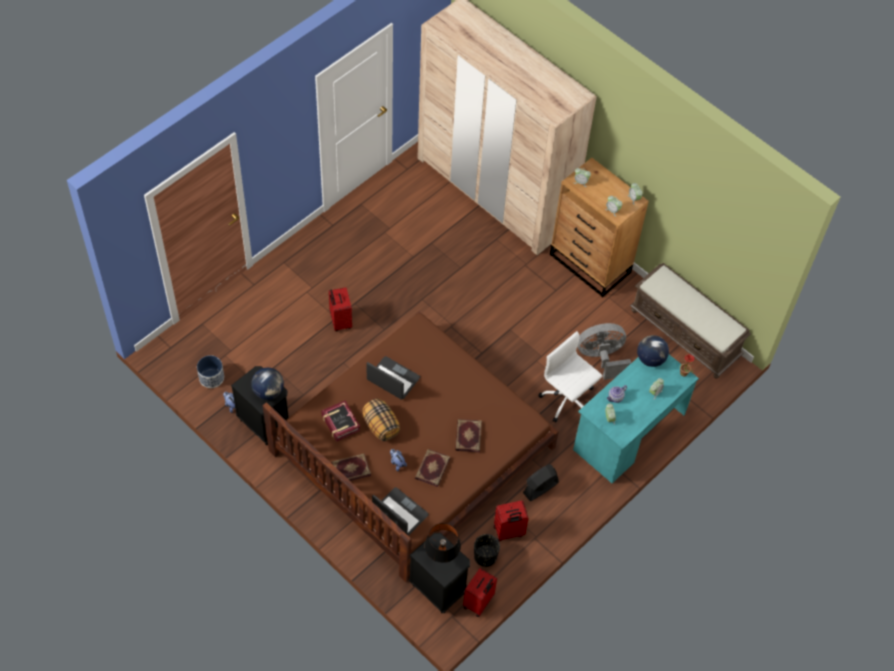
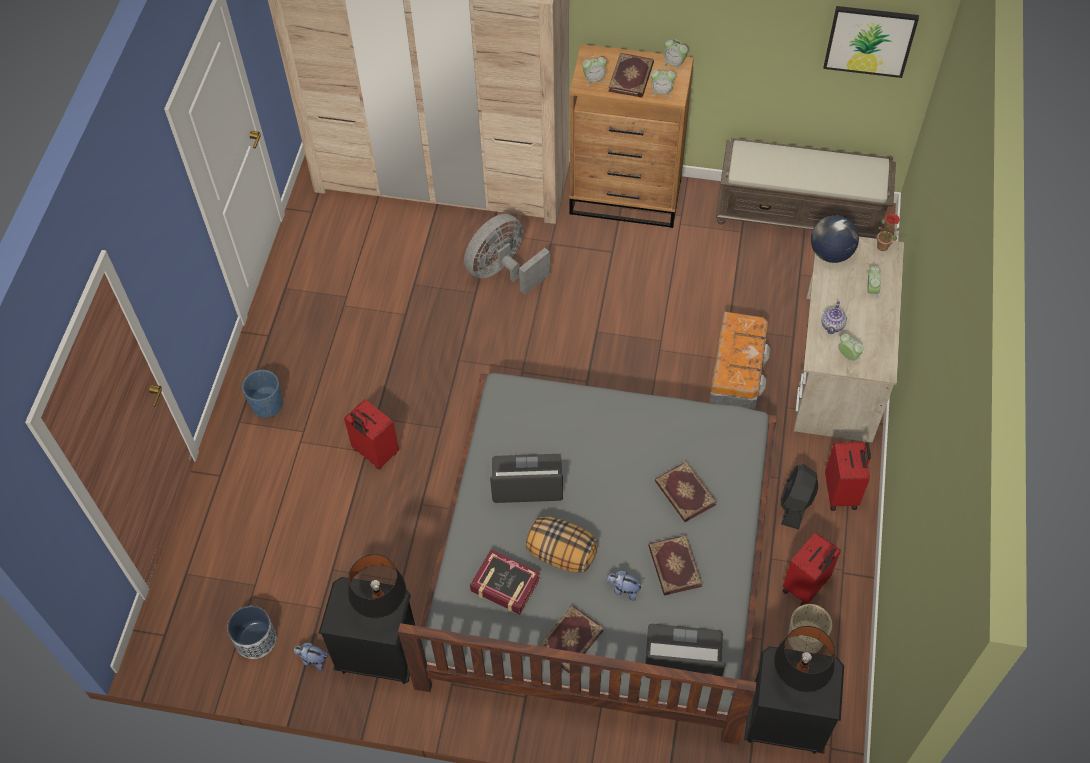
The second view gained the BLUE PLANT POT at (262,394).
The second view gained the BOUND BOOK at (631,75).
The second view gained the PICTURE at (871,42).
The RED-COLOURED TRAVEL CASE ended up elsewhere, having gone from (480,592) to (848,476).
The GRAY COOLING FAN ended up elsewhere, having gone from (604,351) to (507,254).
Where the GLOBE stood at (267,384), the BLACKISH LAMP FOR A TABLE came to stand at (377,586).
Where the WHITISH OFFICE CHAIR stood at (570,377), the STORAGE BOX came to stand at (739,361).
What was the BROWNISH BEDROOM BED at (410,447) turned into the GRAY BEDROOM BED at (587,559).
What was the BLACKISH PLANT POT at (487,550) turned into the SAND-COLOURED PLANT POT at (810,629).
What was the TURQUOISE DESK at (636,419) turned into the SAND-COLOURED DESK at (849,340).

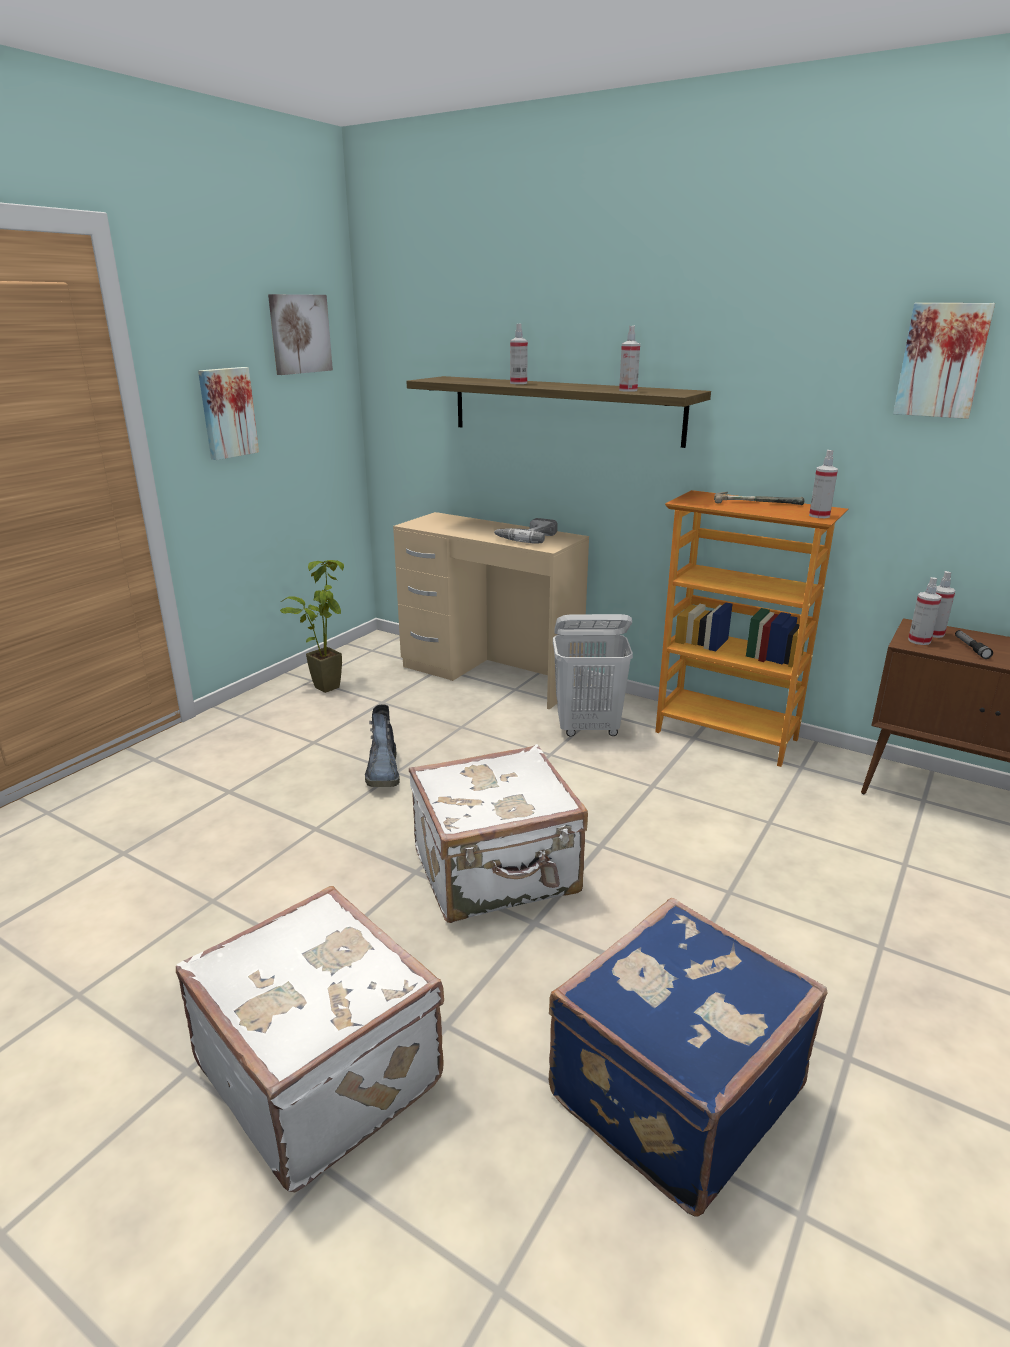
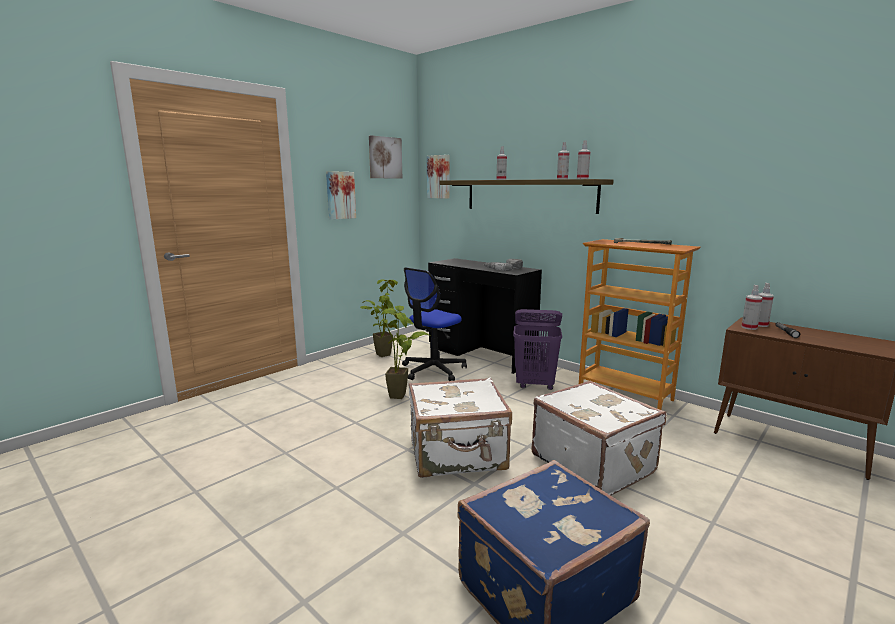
The second view gained the OFFICE CHAIR at (434,324).
The WHITISH TRAVEL CASE ended up elsewhere, having gone from (310,1039) to (598,438).
The SPRAYER ended up elsewhere, having gone from (823,484) to (583,159).
The PICTURE ended up elsewhere, having gone from (944,361) to (438,177).
Where the BOOT stood at (382,745), the POTTED PLANT came to stand at (404,352).
What was the SAND-COLOURED DESK at (491,610) turned into the BLACKISH DESK at (485,316).
What was the WHITISH WASHING BASKET at (593,675) turned into the PURPLE-COLOURED WASHING BASKET at (537,349).

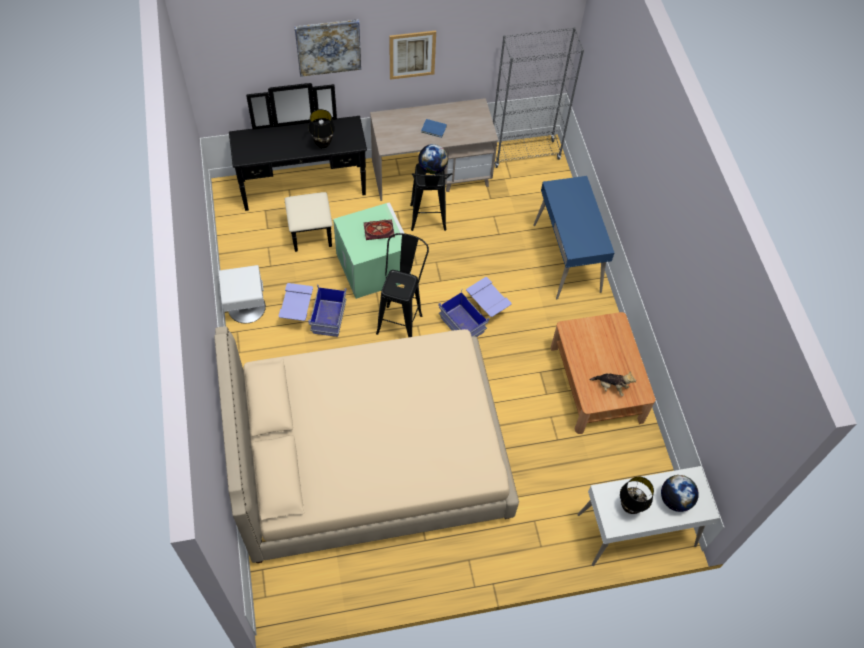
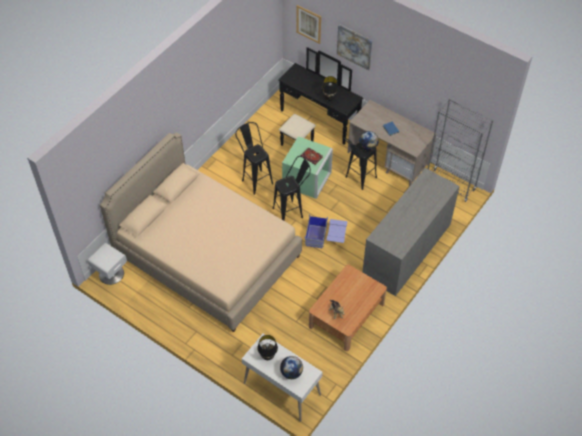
The WHITISH BEDSIDE TABLE ended up elsewhere, having gone from (242,294) to (107,264).
The PICTURE ended up elsewhere, having gone from (412,55) to (308,24).
Where the BLUE STORAGE BOX stood at (312,310), the BLACKISH STOOL SEAT came to stand at (254,158).
Where the BLUE DESK stood at (573,237), the GRAY DRAWER CHEST came to stand at (411,232).

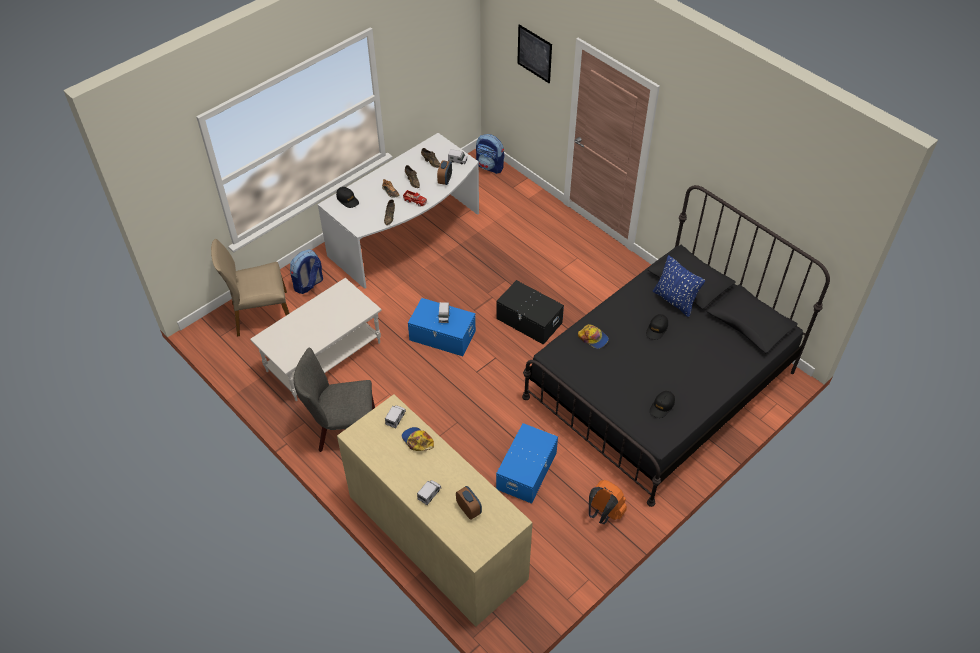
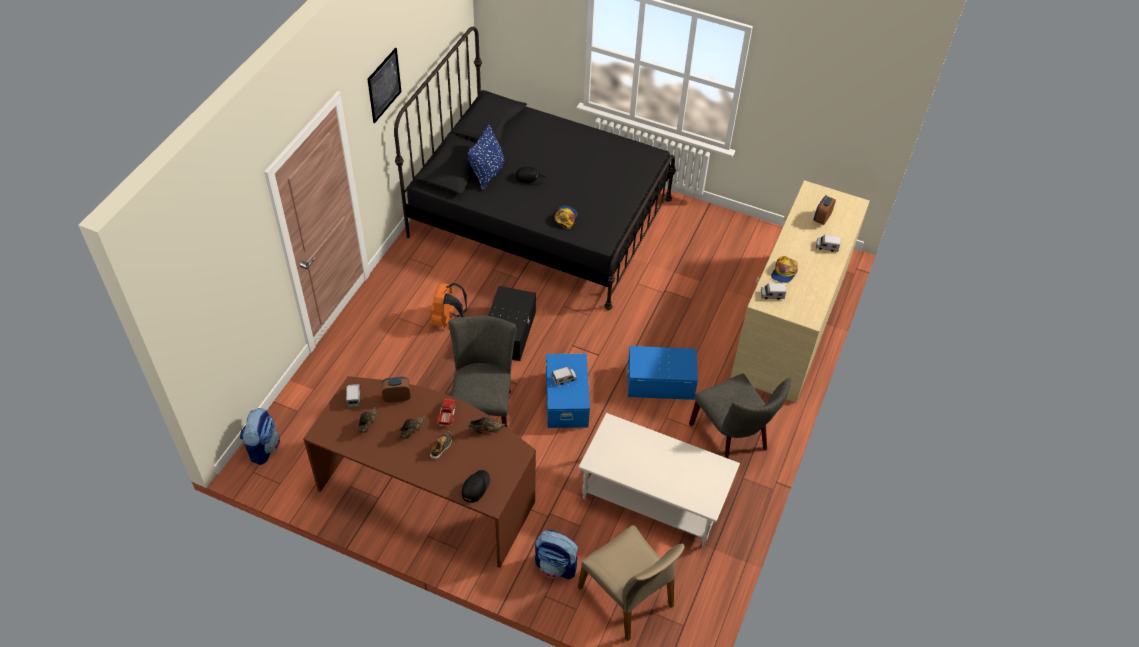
The second view lost the BLACKISH BASEBALL CAP at (662,404).
The second view gained the GRAY CHAIR at (483,371).
The BLUE STORAGE BOX ended up elsewhere, having gone from (527,463) to (662,373).
The PICTURE ended up elsewhere, having gone from (534,53) to (384,85).
The ORANGEY BACKPACK ended up elsewhere, having gone from (608,502) to (448,305).
What was the WHITISH DESK at (398,211) turned into the BROWNISH DESK at (419,472).

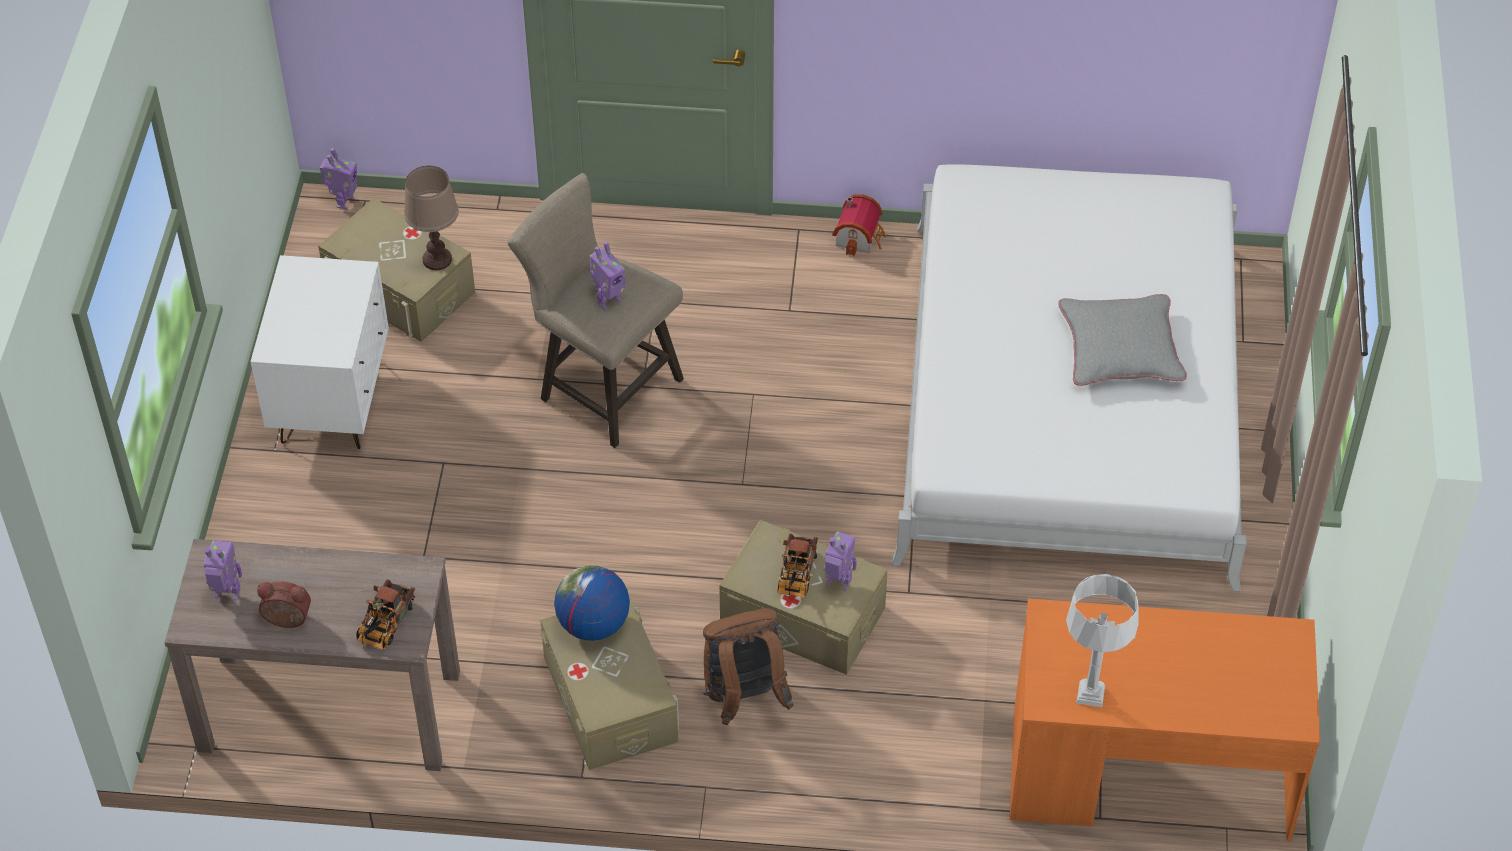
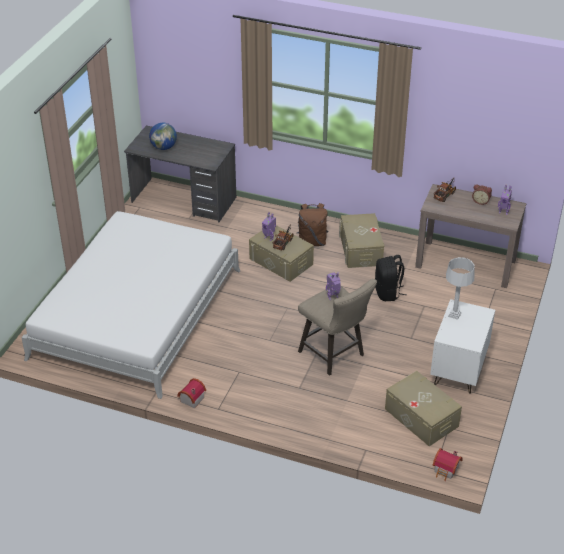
The second view lost the BROWNISH LAMP FOR A TABLE at (431,218).
The second view lost the GRAY THROW PILLOW at (1122,340).
The second view gained the BLACKISH BACKPACK at (391,278).
The GLOBE ended up elsewhere, having gone from (592,603) to (163,136).
The GRAY LAMP FOR A TABLE ended up elsewhere, having gone from (1102,640) to (460,288).
Where the ROBOT FIGURE stood at (338,178), the MINIATURE HOUSE came to stand at (447,464).
What was the ORANGEY DESK at (1165,720) turned into the GRAY DESK at (180,174).

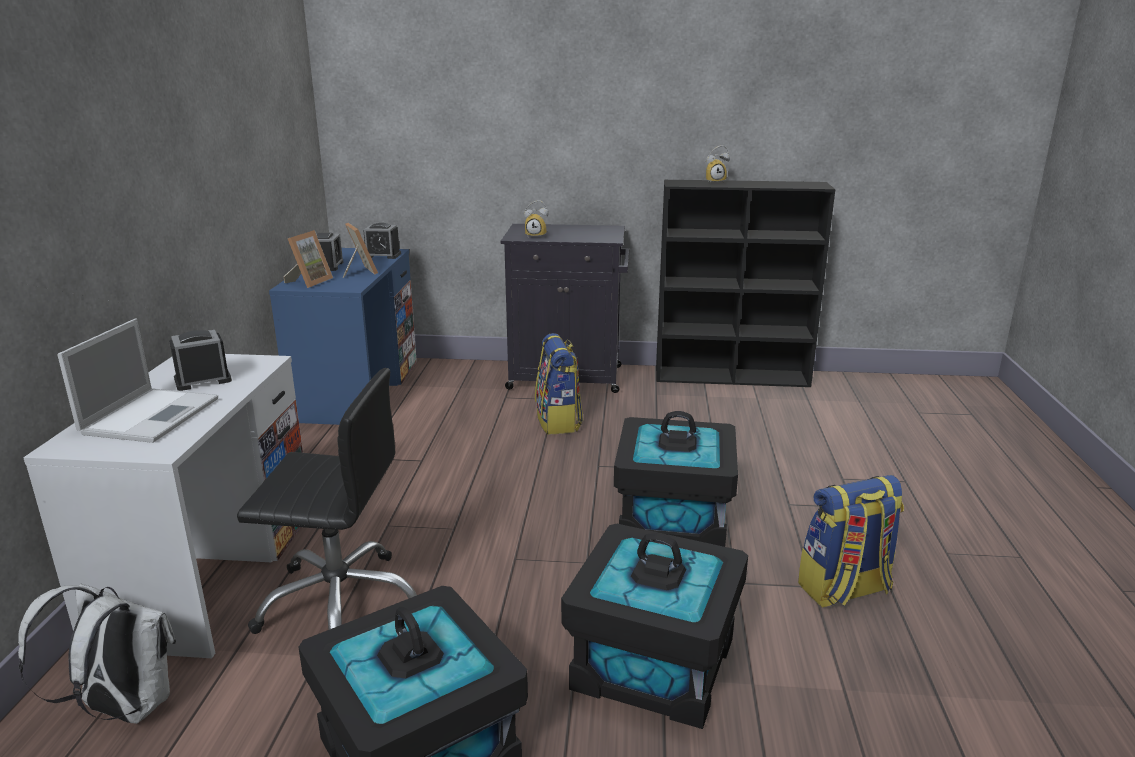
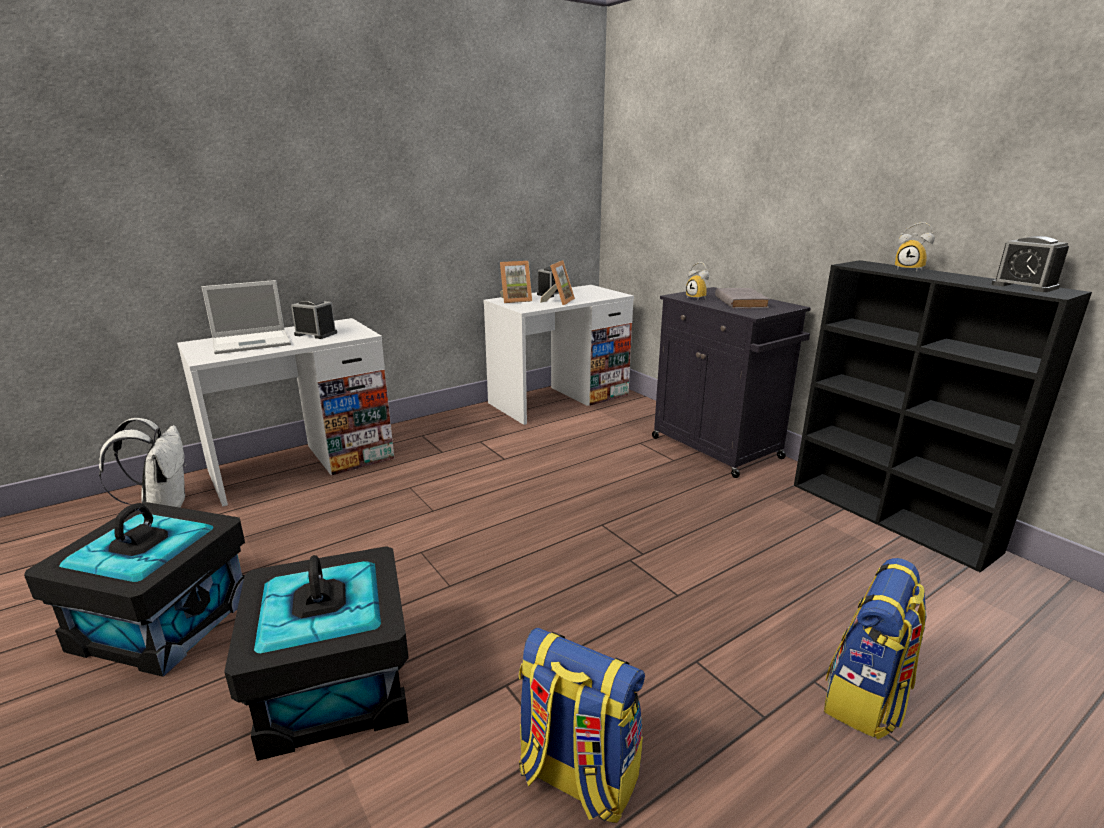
The second view lost the BLACKISH OFFICE CHAIR at (327,501).
The second view lost the BLACKISH STORAGE BOX at (676,479).
The second view gained the GRAY BOUND BOOK at (742,298).
The BEDSIDE CLOCK ended up elsewhere, having gone from (382,241) to (1030,264).
The BACKPACK ended up elsewhere, having gone from (559,384) to (875,648).
What was the BLUE DESK at (343,336) turned into the WHITISH DESK at (558,355).

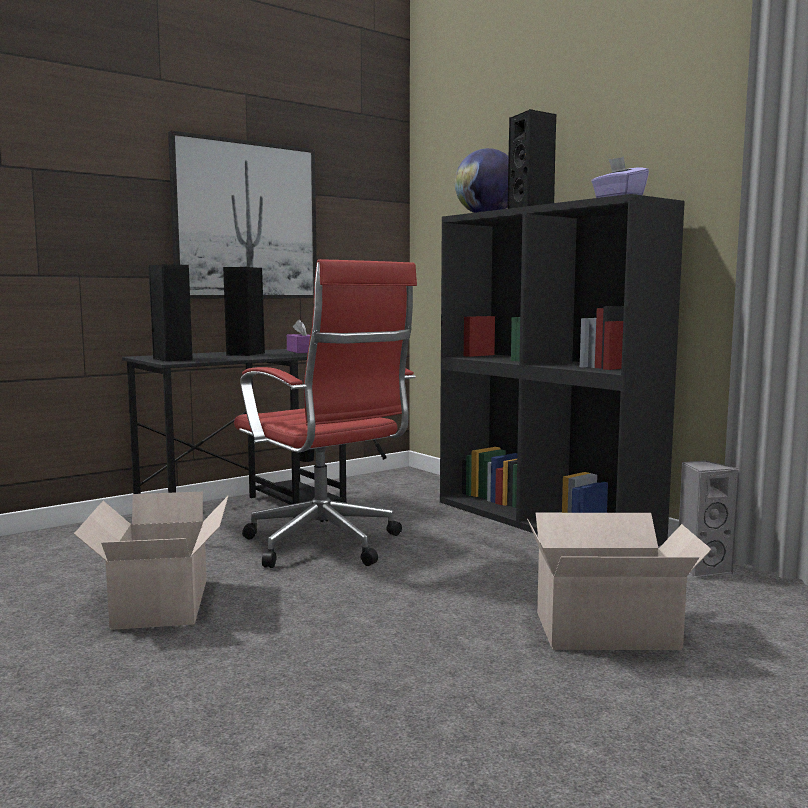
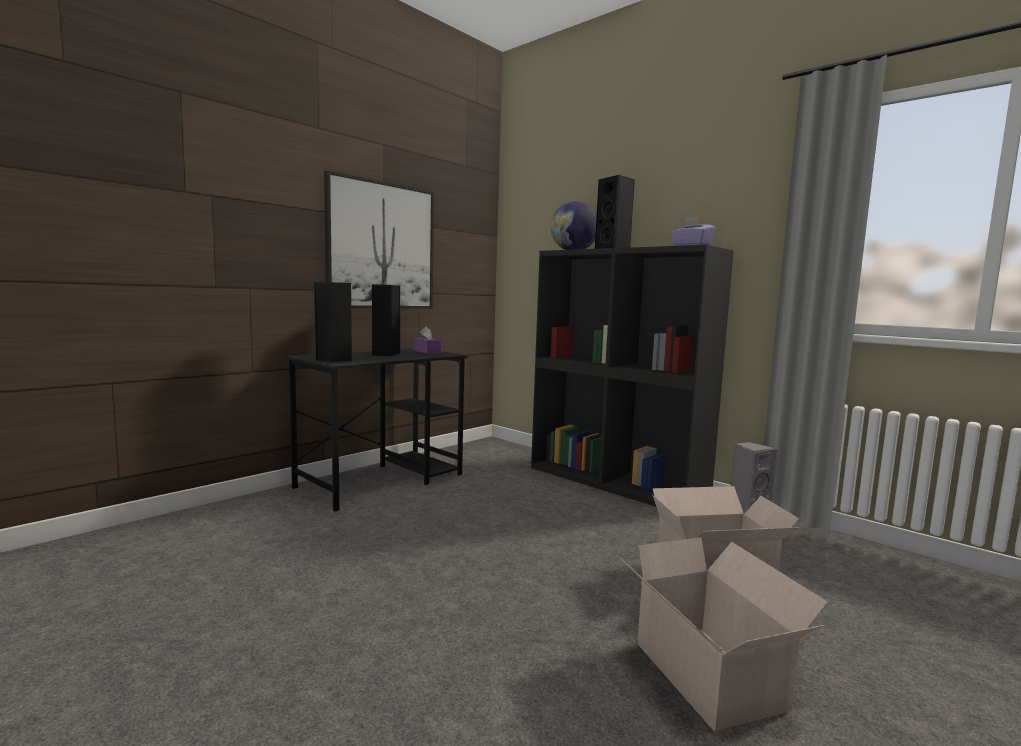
The second view lost the RED-COLOURED OFFICE CHAIR at (325,413).
The CARDBOARD BOX ended up elsewhere, having gone from (151,560) to (723,634).

